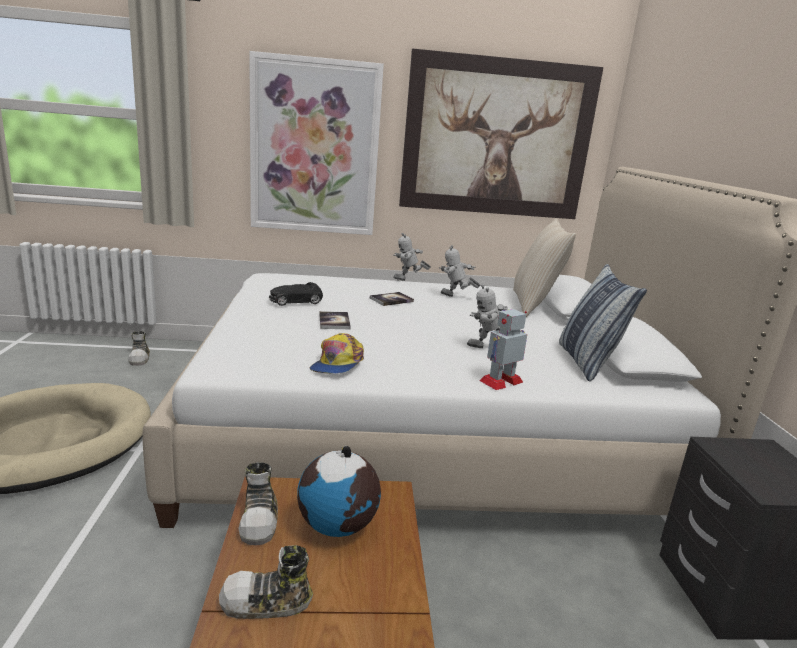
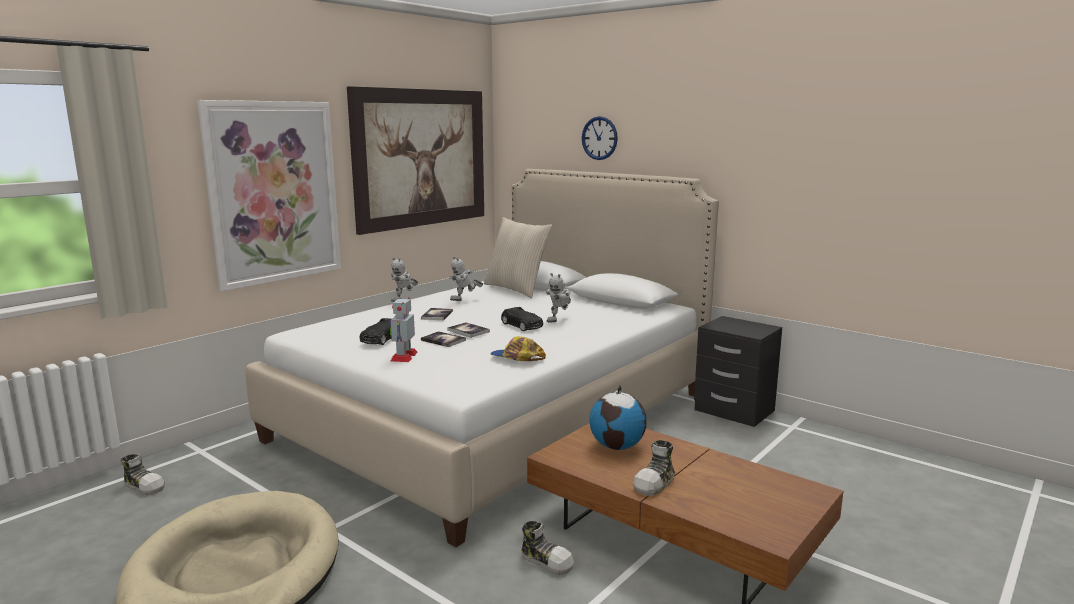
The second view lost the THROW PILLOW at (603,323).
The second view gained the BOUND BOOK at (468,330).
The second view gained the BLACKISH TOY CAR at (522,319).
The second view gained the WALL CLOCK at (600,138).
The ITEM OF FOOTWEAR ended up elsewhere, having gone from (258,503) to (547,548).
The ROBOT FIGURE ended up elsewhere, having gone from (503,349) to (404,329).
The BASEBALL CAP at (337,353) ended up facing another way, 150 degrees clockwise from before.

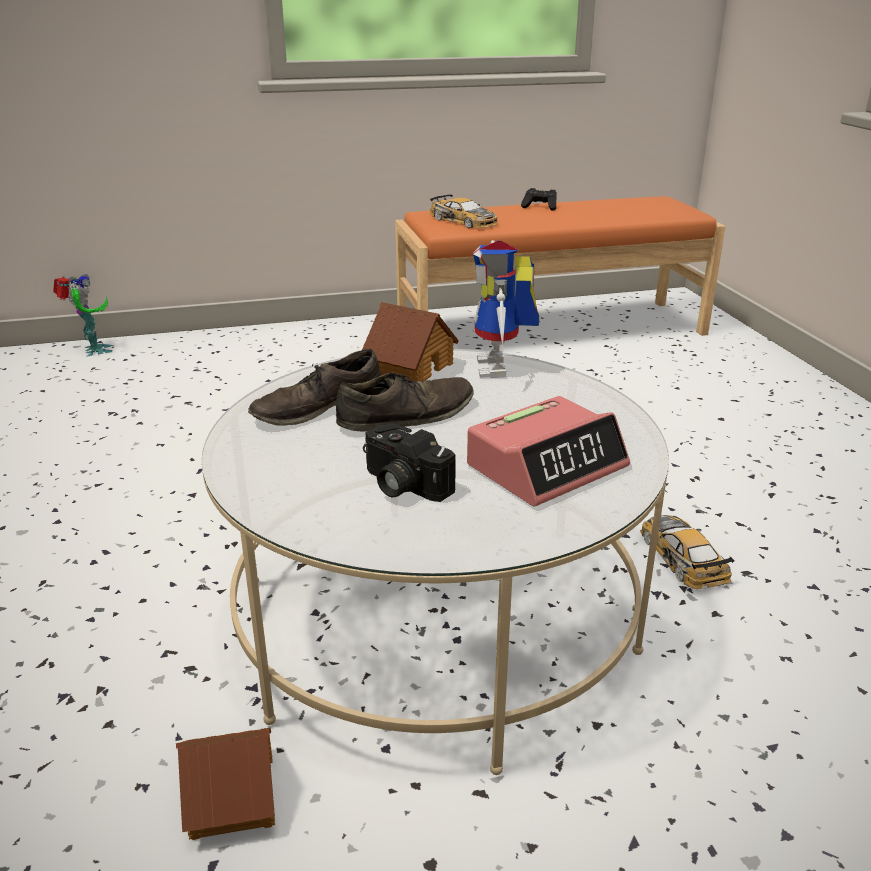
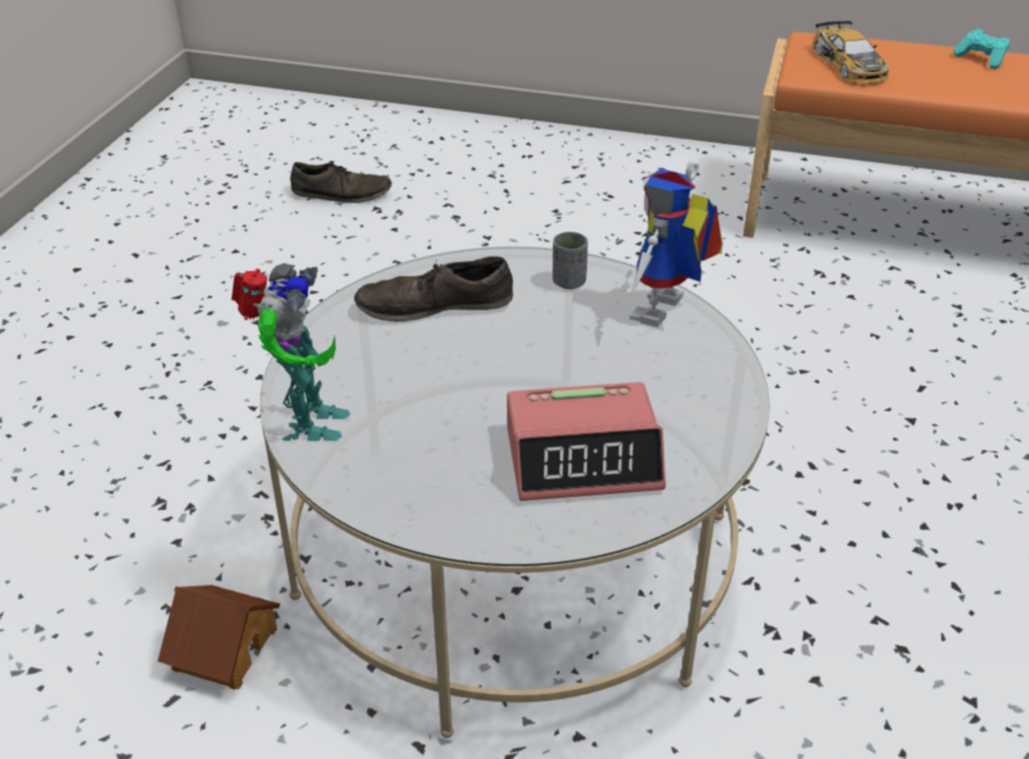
The second view lost the PHOTO CAMERA at (409,463).
The second view lost the TOY CAR at (687,552).
The ROBOT FIGURE ended up elsewhere, having gone from (82,315) to (290,352).
The BROWNISH ITEM OF FOOTWEAR ended up elsewhere, having gone from (404,402) to (341,182).
Where the MINIATURE HOUSE stood at (410,342), the GRAY DRINKING CUP came to stand at (570,260).
What was the BLACKISH GAMEPAD at (539,199) turned into the TURQUOISE GAMEPAD at (982,49).

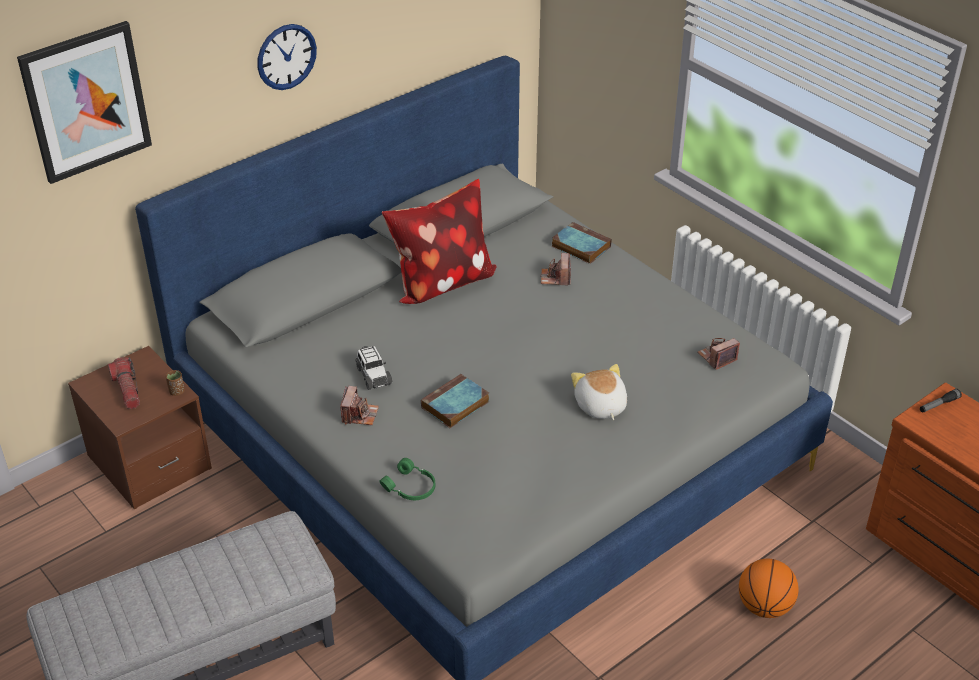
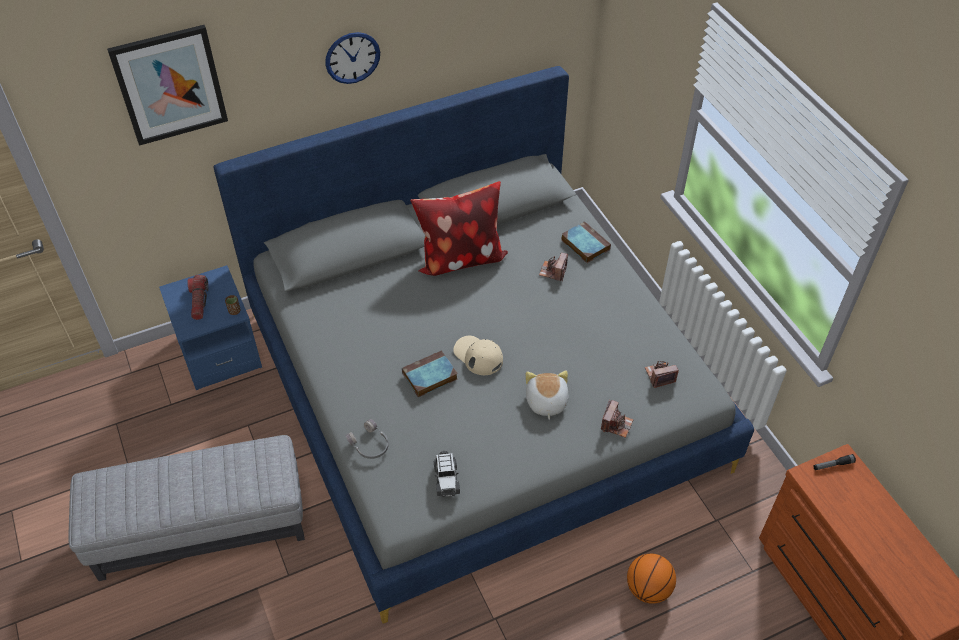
The second view gained the SAND-COLOURED BASEBALL CAP at (478,355).
The PHOTO CAMERA ended up elsewhere, having gone from (359,405) to (617,419).
The TOY CAR ended up elsewhere, having gone from (374,368) to (447,474).
What was the BROWNISH BEDSIDE TABLE at (140,428) turned into the BLUE BEDSIDE TABLE at (210,327).
What was the GREEN-COLOURED HEADSET at (407,479) turned into the GRAY HEADSET at (367,439).

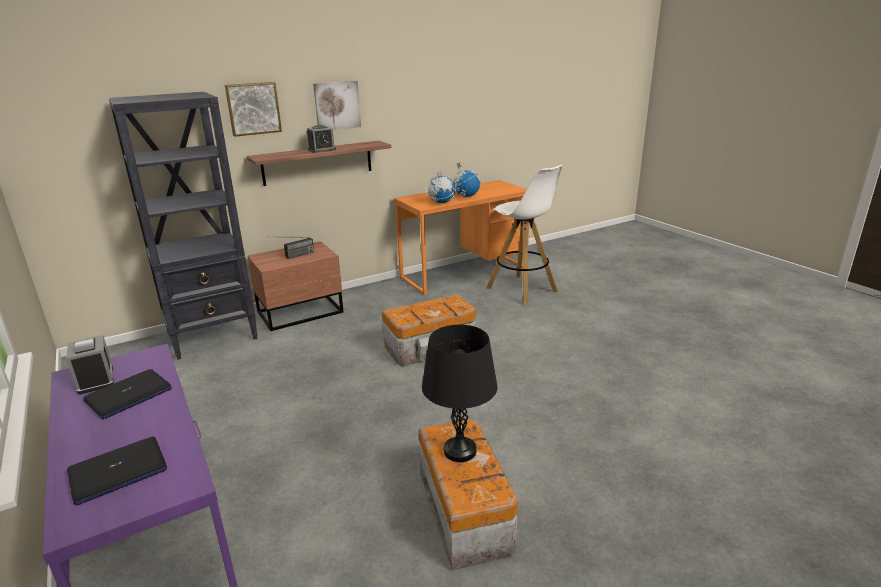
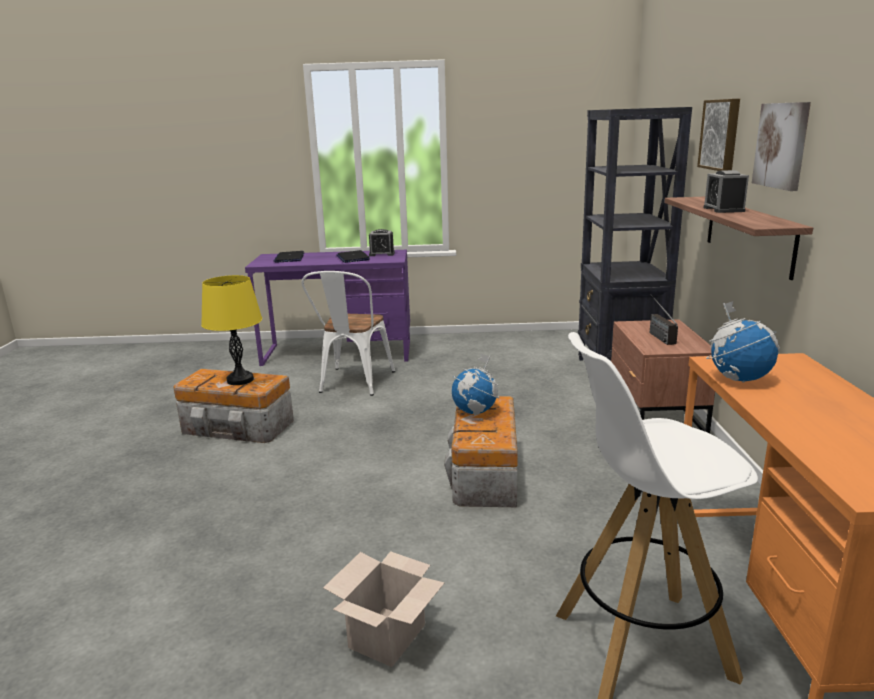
The second view gained the WHITISH CHAIR at (348,333).
The second view gained the CARDBOARD BOX at (383,609).
The GLOBE ended up elsewhere, having gone from (467,179) to (476,384).
What was the BLACKISH LAMP FOR A TABLE at (460,393) turned into the YELLOW LAMP FOR A TABLE at (231,330).

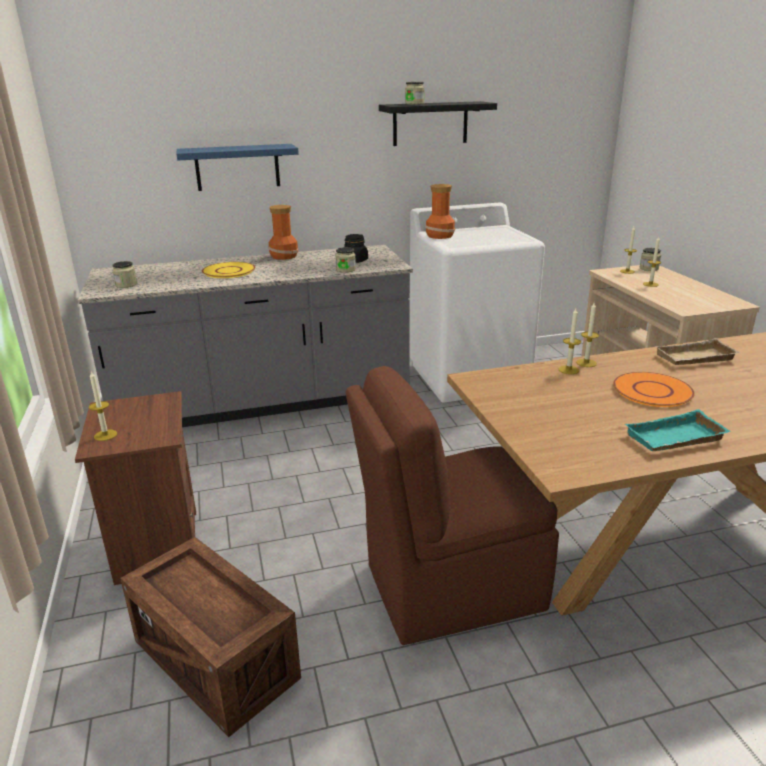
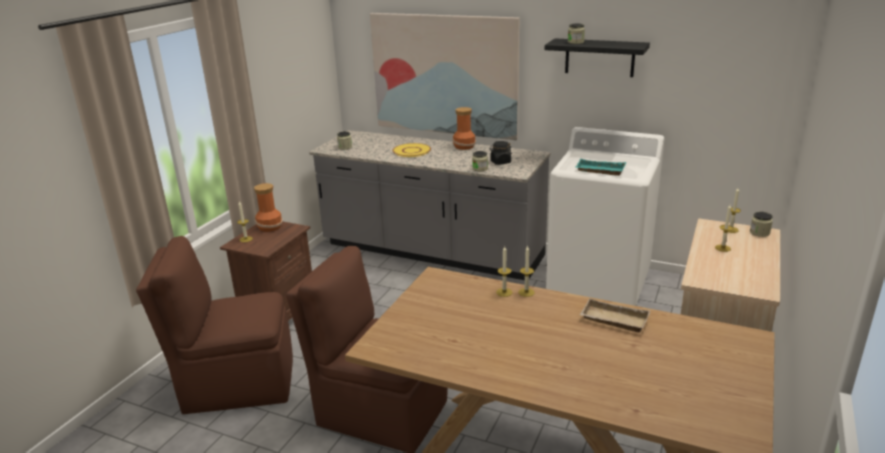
The second view lost the ORANGEY FLAT DISH at (654,389).
The FLOWER VASE ended up elsewhere, having gone from (440,211) to (268,207).
The TURQUOISE TRAY ended up elsewhere, having gone from (677,430) to (600,167).
Where the PACKING CRATE stood at (210,637), the BROWNISH CHAIR came to stand at (214,325).
Where the BLUE SHELF hung at (237,167), the PICTURE came to hang at (445,76).

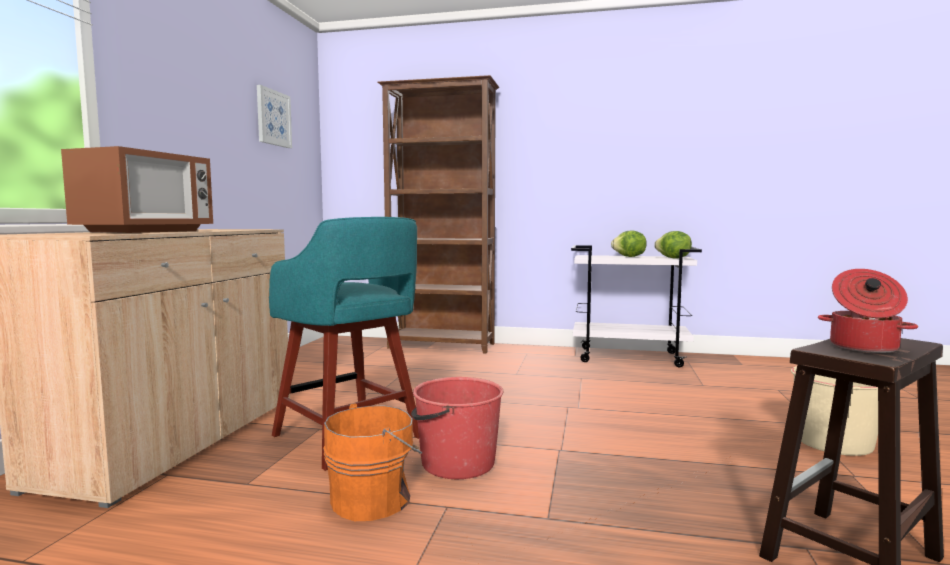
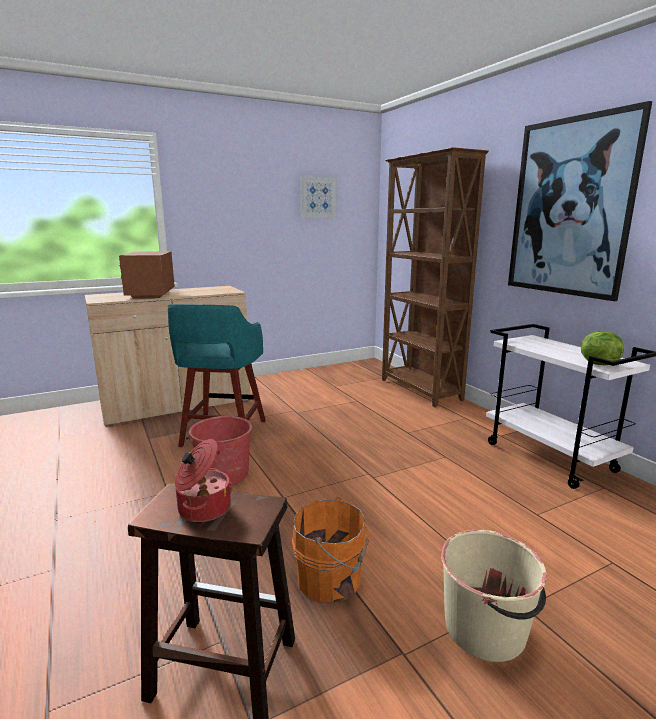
The second view lost the LETTUCE HEAD at (629,243).
The second view gained the PICTURE at (580,201).
The ORANGEY BUCKET ended up elsewhere, having gone from (372,462) to (330,549).
The MICROWAVE at (137,189) ended up facing another way, 105 degrees clockwise from before.

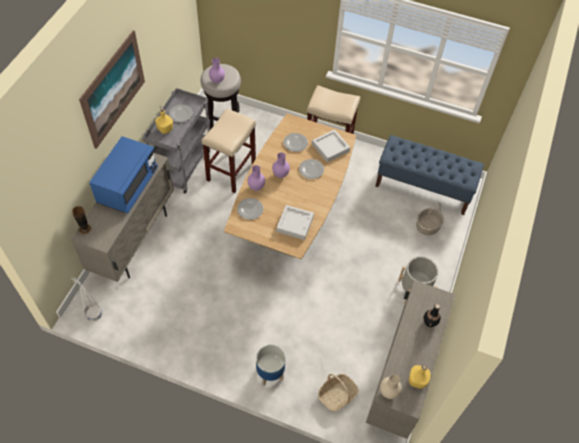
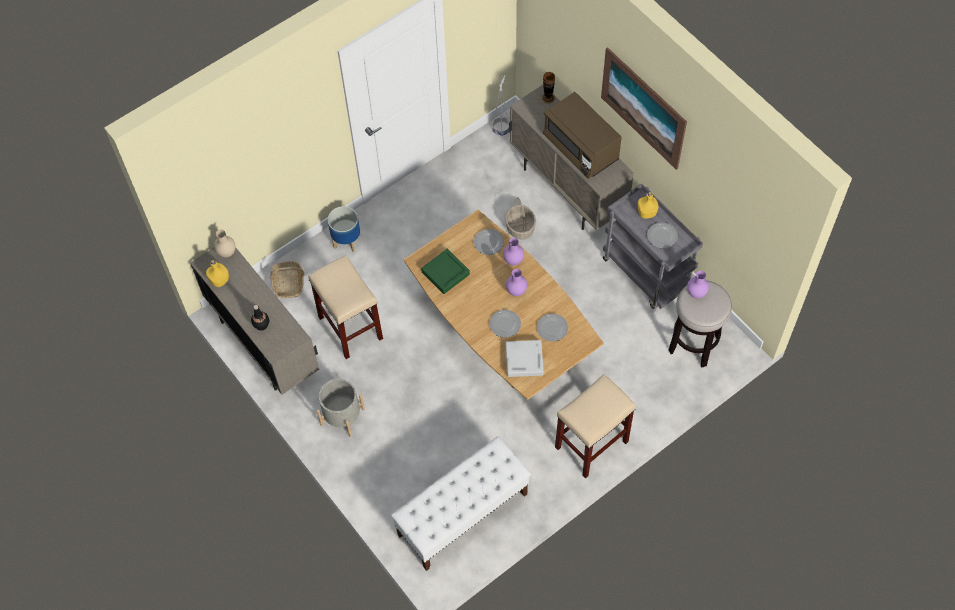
The SAND-COLOURED STOOL SEAT ended up elsewhere, having gone from (229,151) to (345,307).
The STORAGE BASKET ended up elsewhere, having gone from (430,219) to (520,218).
What was the BLUE MICROWAVE at (123,174) turned into the BROWNISH MICROWAVE at (582,135).
What was the GRAY TRAY at (295,222) turned into the GREEN-COLOURED TRAY at (445,271).
What was the BLUE BENCH at (429,175) turned into the WHITISH BENCH at (461,503).

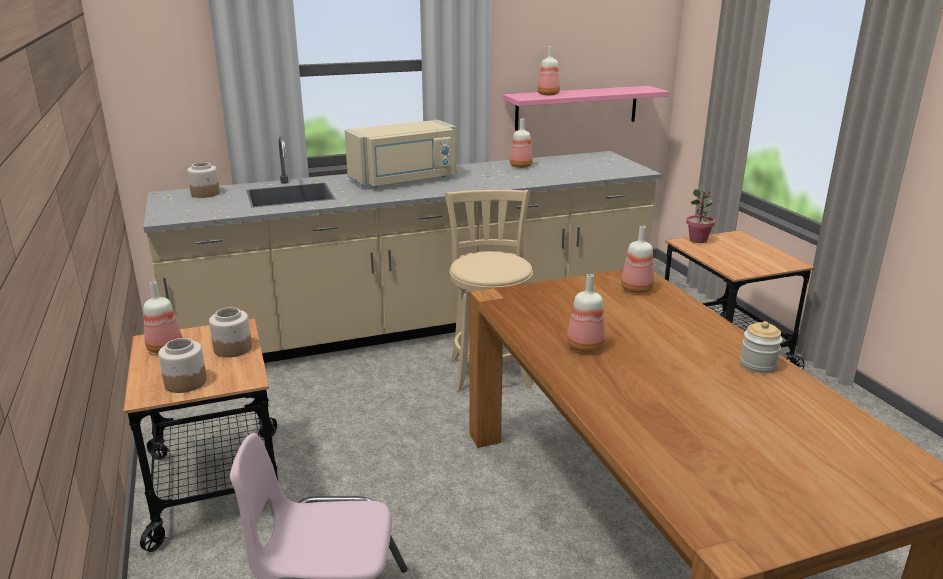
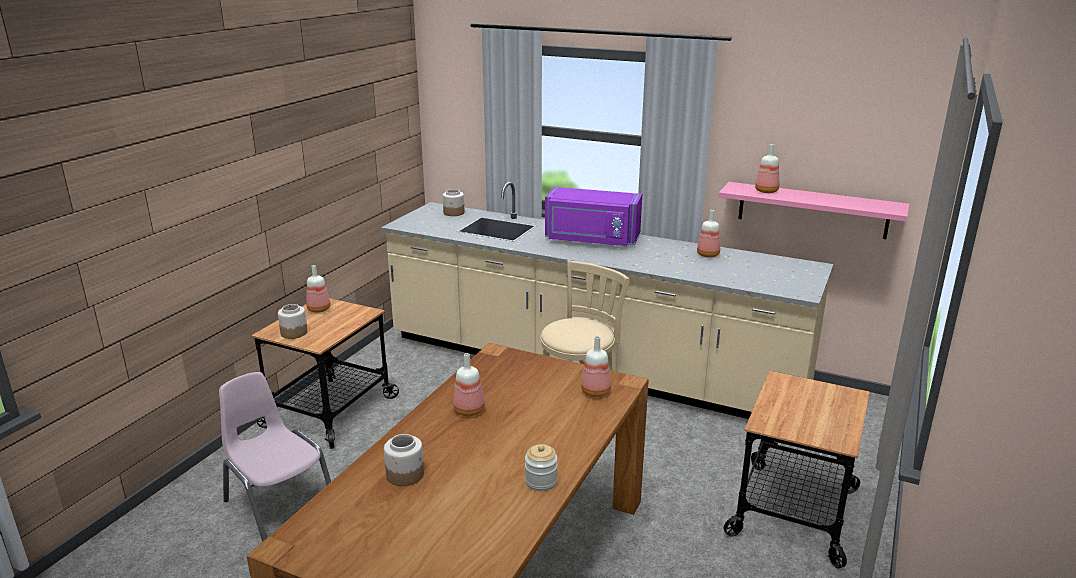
The second view lost the POTTED PLANT at (700,216).
The STORAGE JAR ended up elsewhere, having gone from (230,332) to (404,460).
What was the SAND-COLOURED MICROWAVE at (401,153) turned into the PURPLE-COLOURED MICROWAVE at (593,216).

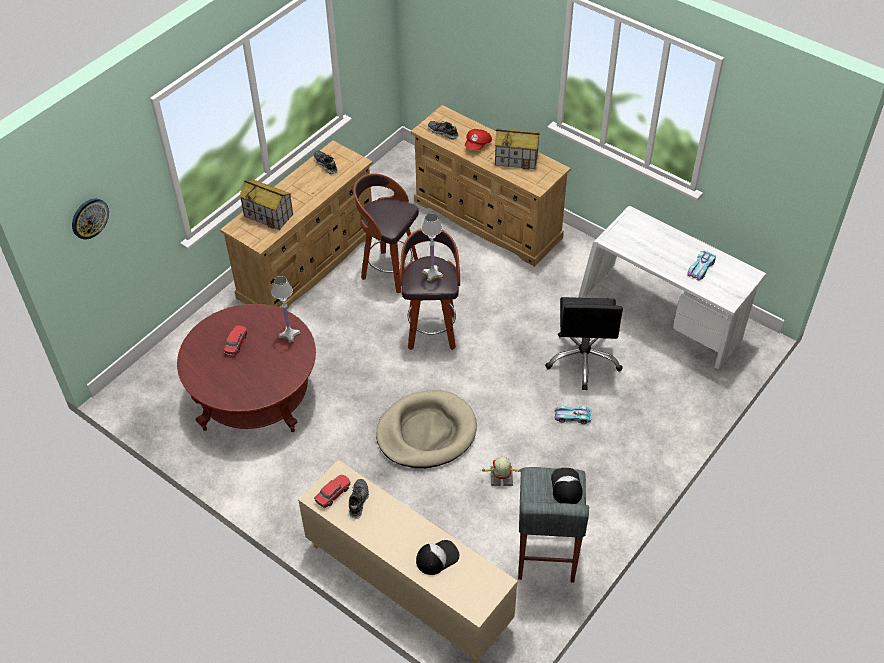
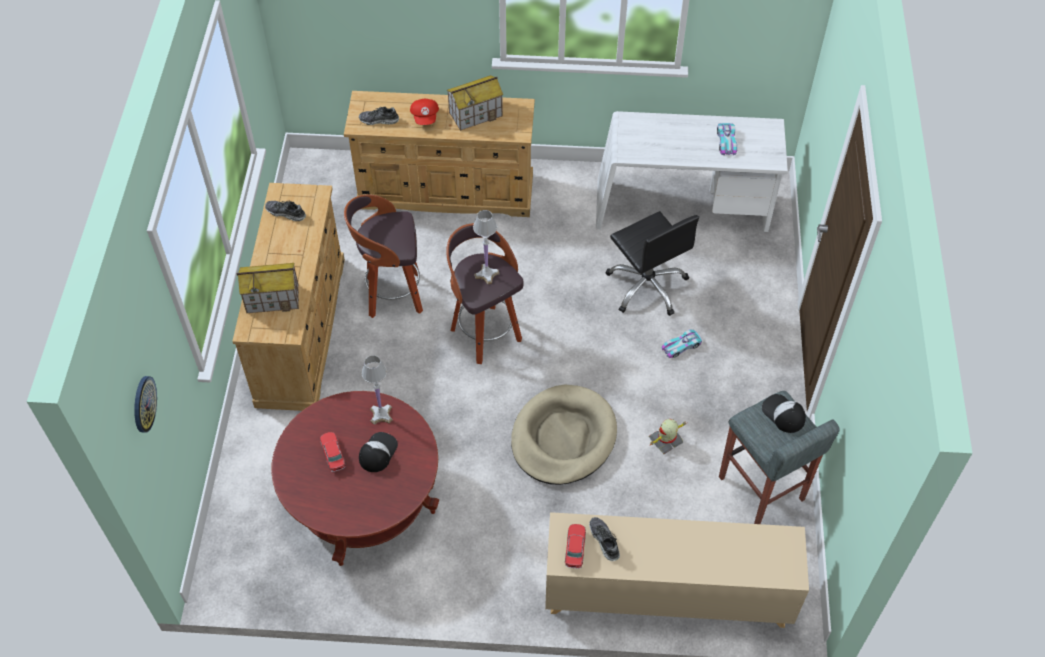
The BASEBALL CAP ended up elsewhere, having gone from (437,557) to (378,452).

